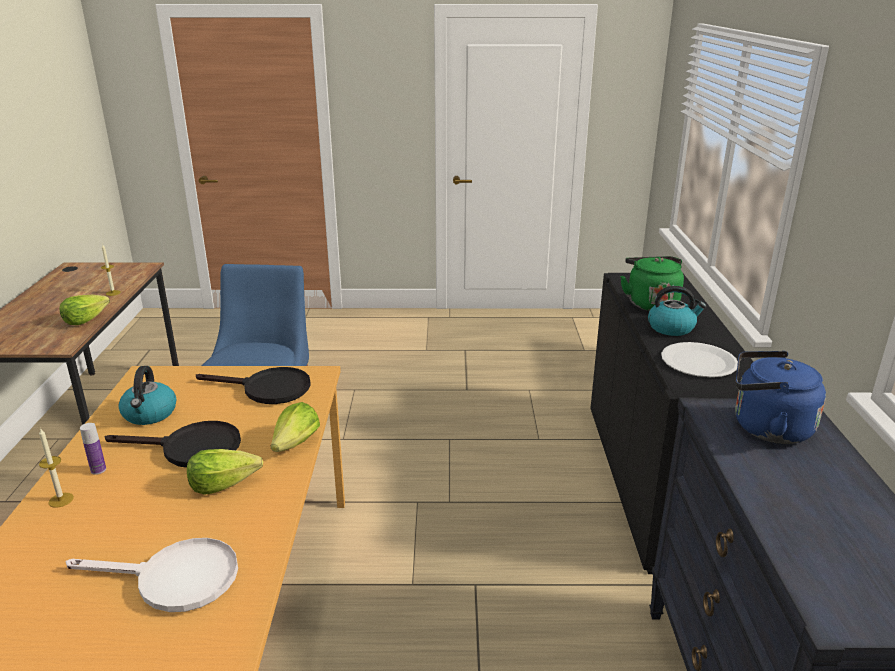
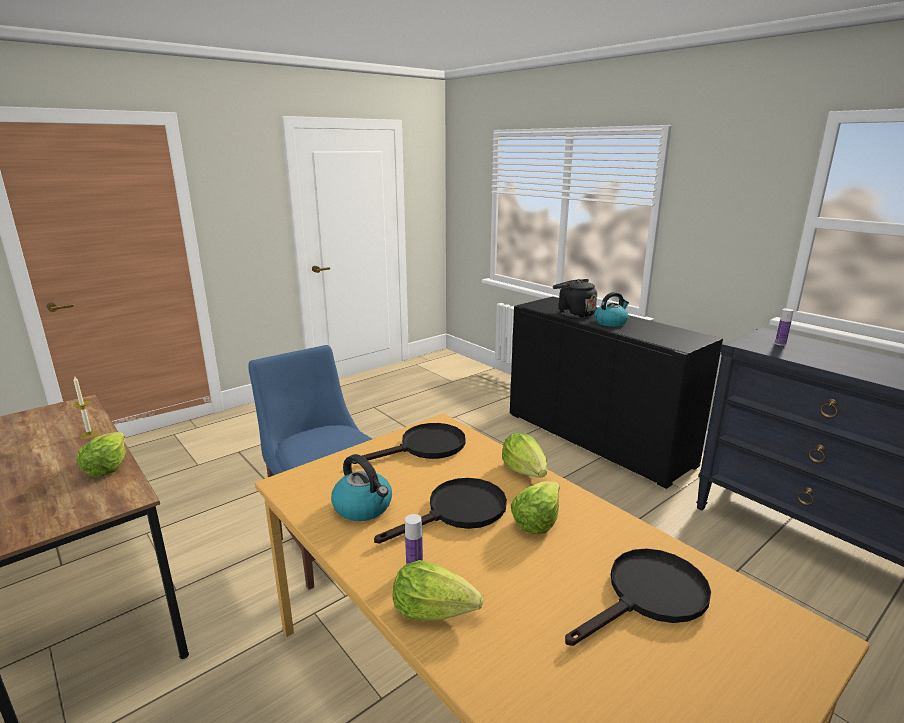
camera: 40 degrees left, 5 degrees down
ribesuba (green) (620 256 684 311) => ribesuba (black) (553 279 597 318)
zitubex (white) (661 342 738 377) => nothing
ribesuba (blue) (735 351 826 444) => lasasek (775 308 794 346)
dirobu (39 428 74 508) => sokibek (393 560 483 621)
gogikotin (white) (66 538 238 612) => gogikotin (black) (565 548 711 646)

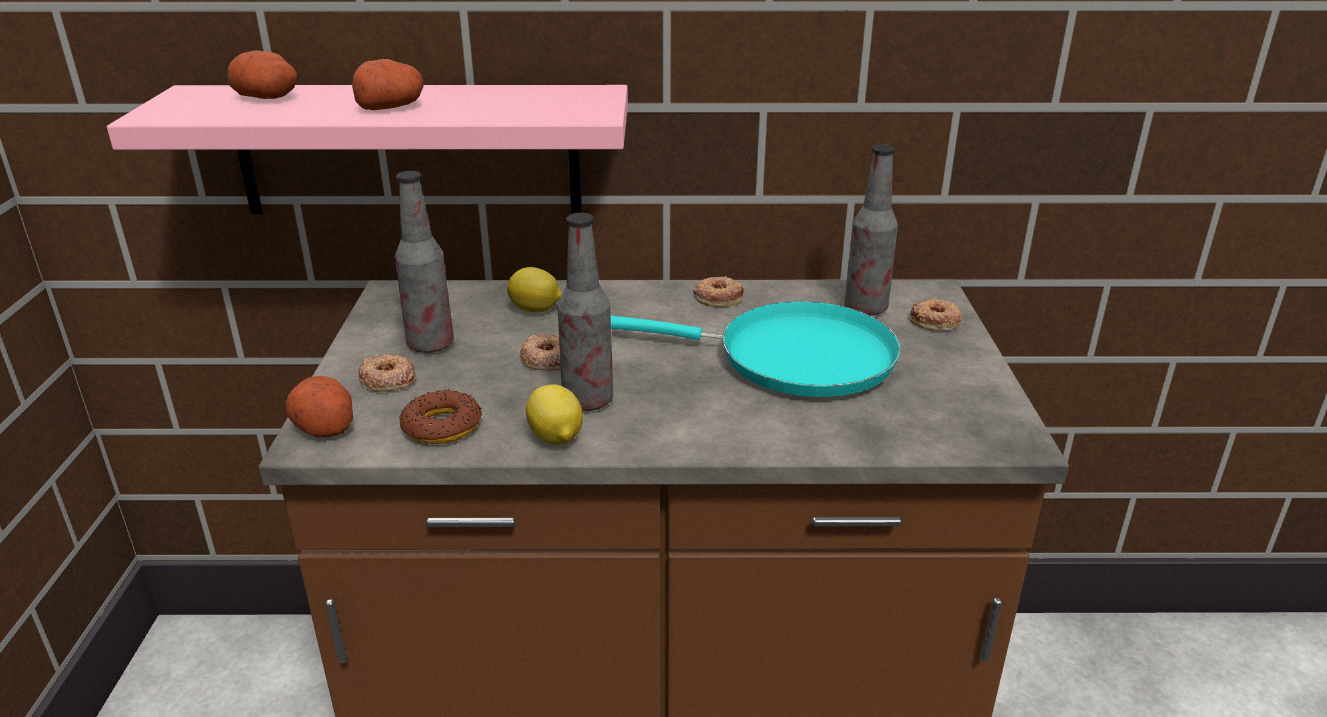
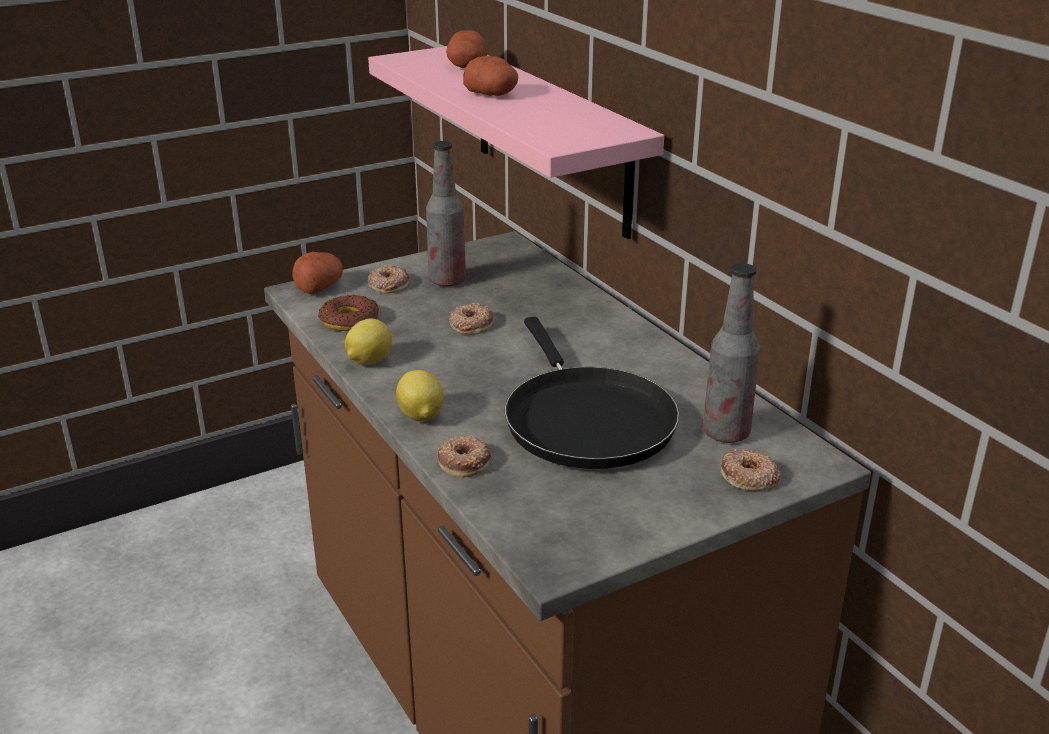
camera: 60 degrees right, 0 degrees up
lasasek (557 213 613 411) => nothing
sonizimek (507 267 562 313) => sonizimek (396 370 444 421), relocated
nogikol (693 276 744 307) => nogikol (437 436 492 478), relocated
gogikotin (turquoise) (611 301 901 397) => gogikotin (black) (505 317 679 469)

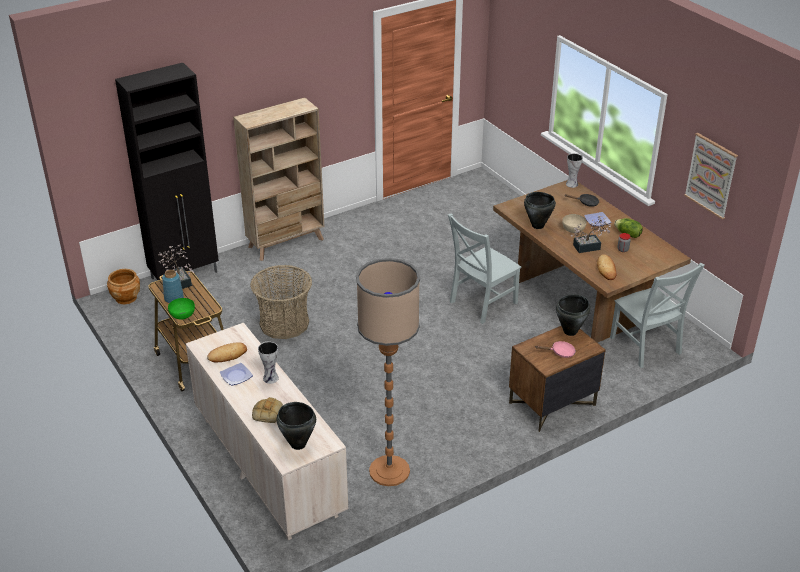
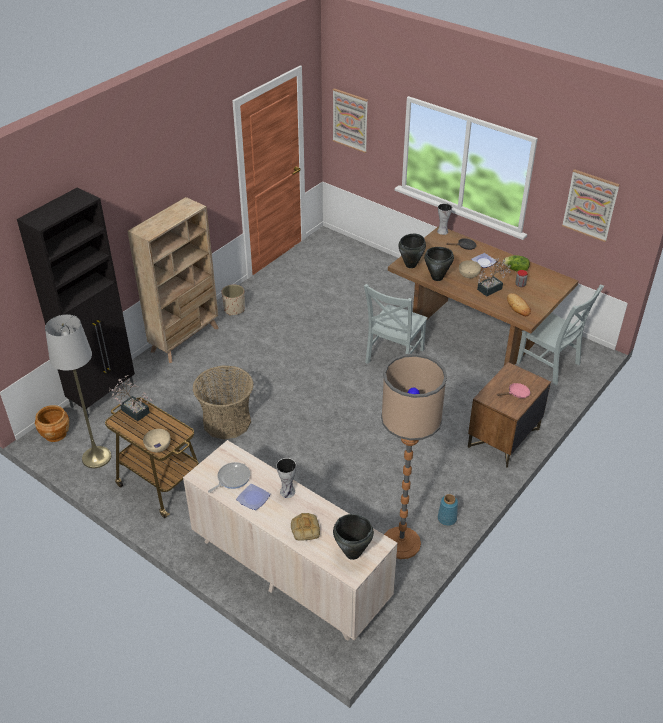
camera: 20 degrees left, 5 degrees up
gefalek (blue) (162 270 184 303) => gefalek (blue) (438 494 458 526), relocated
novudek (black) (556 294 590 336) => novudek (black) (398 234 426 268), relocated
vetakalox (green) (168 298 195 319) => vetakalox (beige) (143 429 171 452)
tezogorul (207 342 247 362) => gogikotin (208 462 250 493)
nothing => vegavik (332 88 368 153)
nothing => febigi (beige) (221 284 245 316)
nothing => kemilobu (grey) (45 314 111 468)

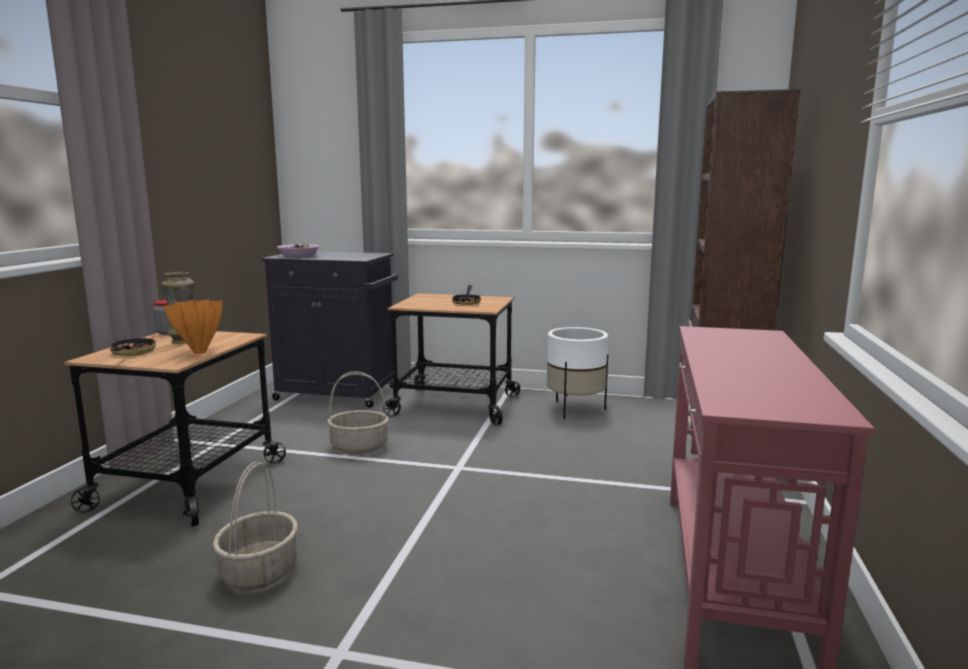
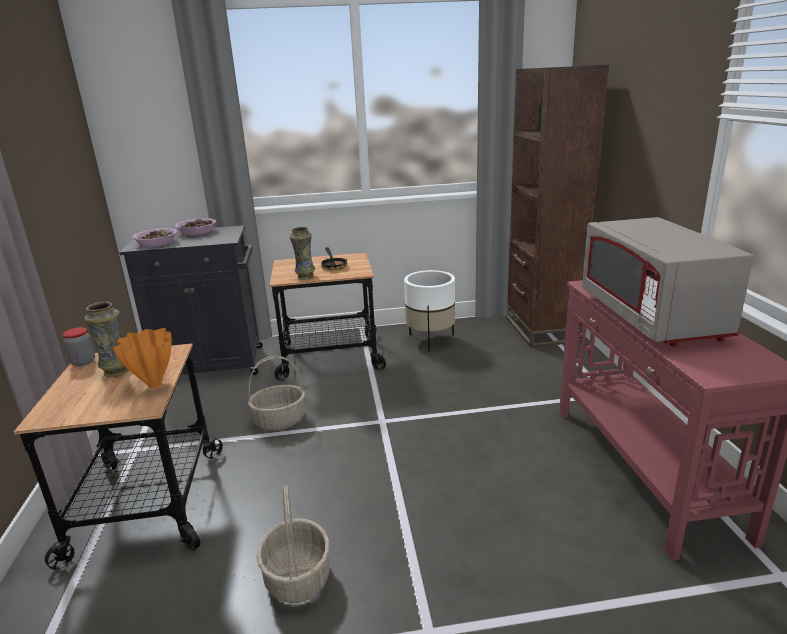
camera: 20 degrees left, 10 degrees up
gogikotin (109 336 156 356) => nothing
nothing => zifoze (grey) (582 217 754 347)
nothing => vetakalox (175 218 216 236)
nothing => gefalek (289 227 315 280)

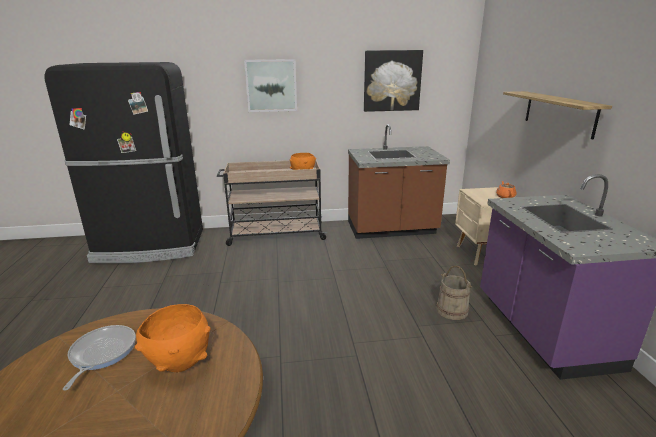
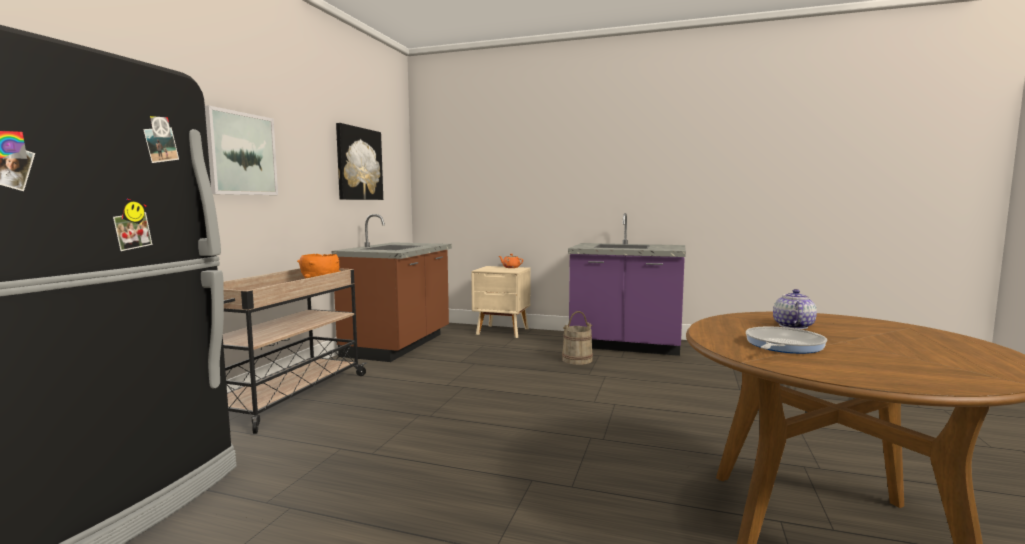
camera: 65 degrees left, 15 degrees down
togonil (503 91 612 139) => nothing
vetakalox (orange) (135 304 211 372) => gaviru (773 289 817 329)
gogikotin (63 325 136 391) => gogikotin (746 327 827 354), 105 degrees clockwise

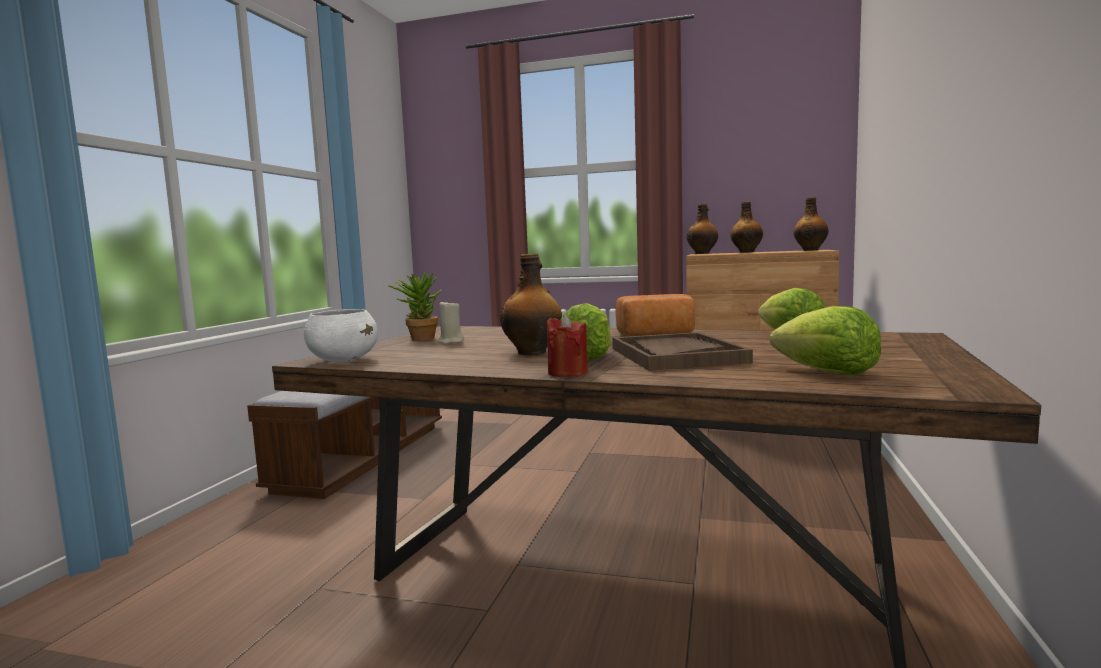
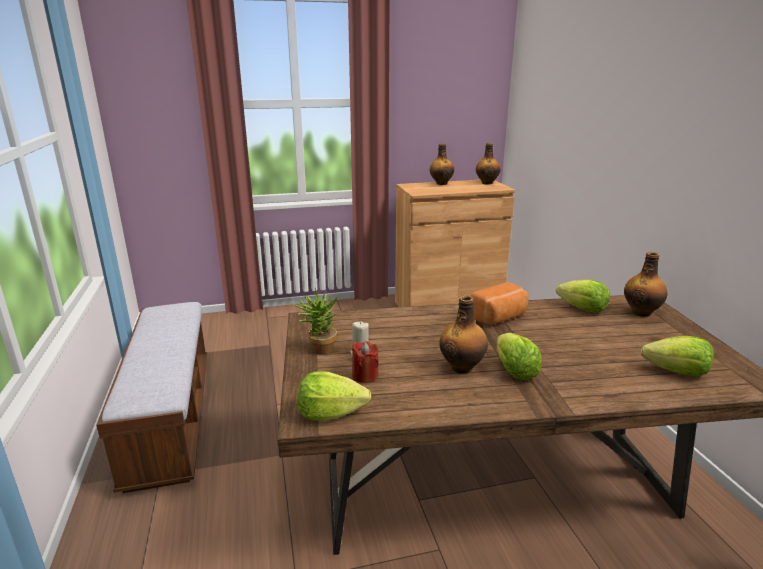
camera: 30 degrees left, 15 degrees up
lasasek (687 204 718 254) => lasasek (624 252 668 317), relocated
vetakalox (white) (304 309 378 362) => sokibek (297 371 371 420)
dirobu (red) (546 315 588 377) => dirobu (red) (352 341 379 383), relocated
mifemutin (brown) (612 332 753 371) => nothing

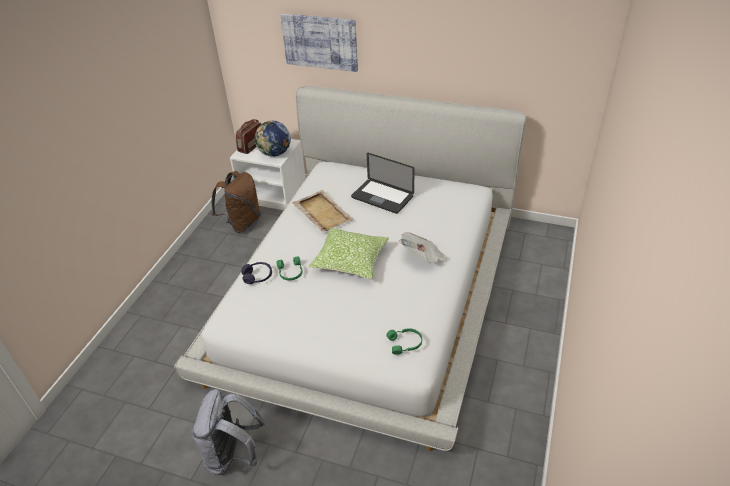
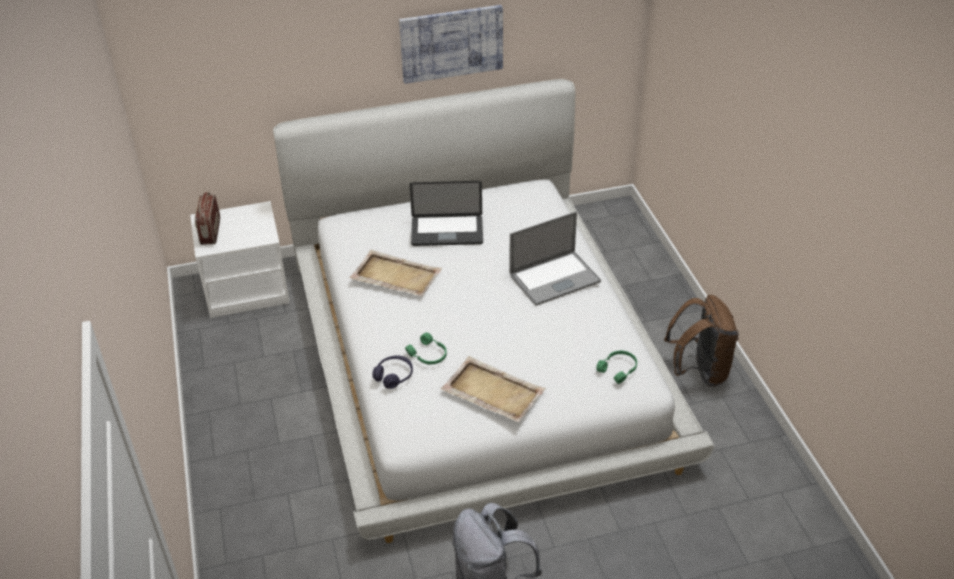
camera: 35 degrees left, 0 degrees up
vegavik (280 13 358 72) => vegavik (399 5 503 84), relocated
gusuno (255 121 291 157) => nothing
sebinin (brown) (212 171 261 233) => sebinin (brown) (664 295 739 387), relocated
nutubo (309 227 389 279) => nothing
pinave (399 232 447 263) => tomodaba (510 211 601 306)
nothing => mifemutin (beige) (441 356 546 422)

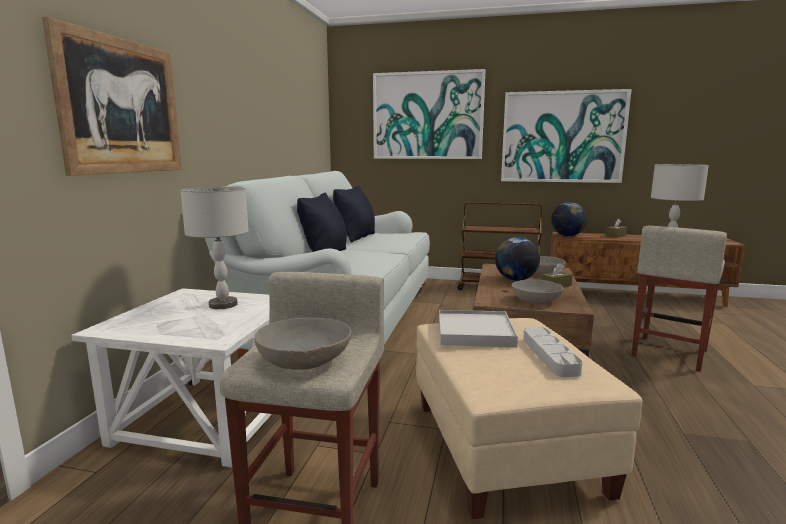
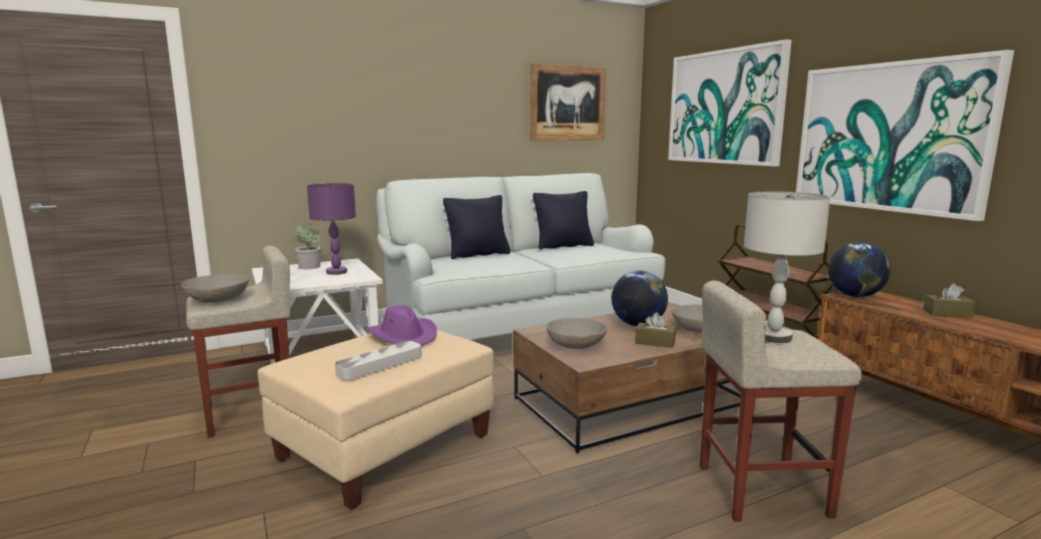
camera: 50 degrees right, 0 degrees up
vegavik (42 17 182 176) => vegavik (530 63 606 141), relocated
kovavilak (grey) (180 187 249 309) => kovavilak (purple) (307 183 356 275)
mifemutin (white) (439 310 518 347) => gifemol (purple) (366 305 437 346)
nothing => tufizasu (295 223 321 269)

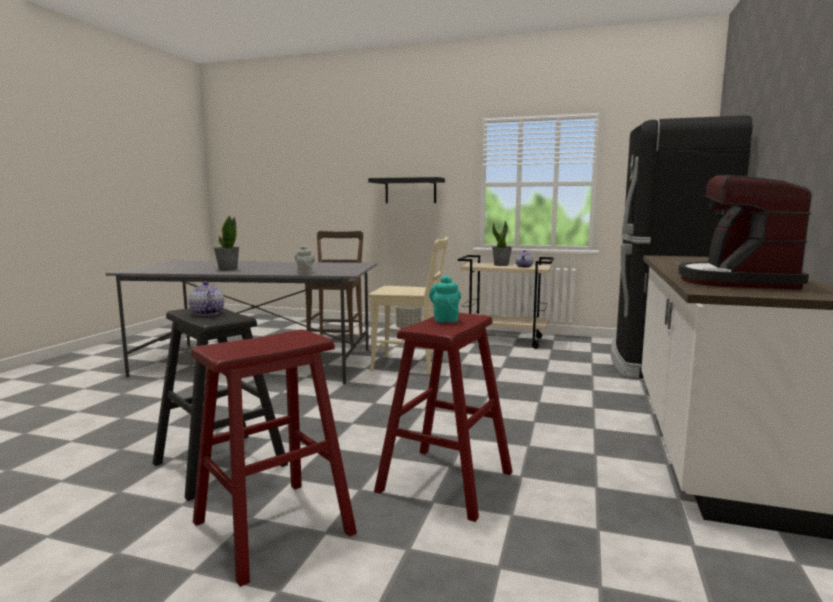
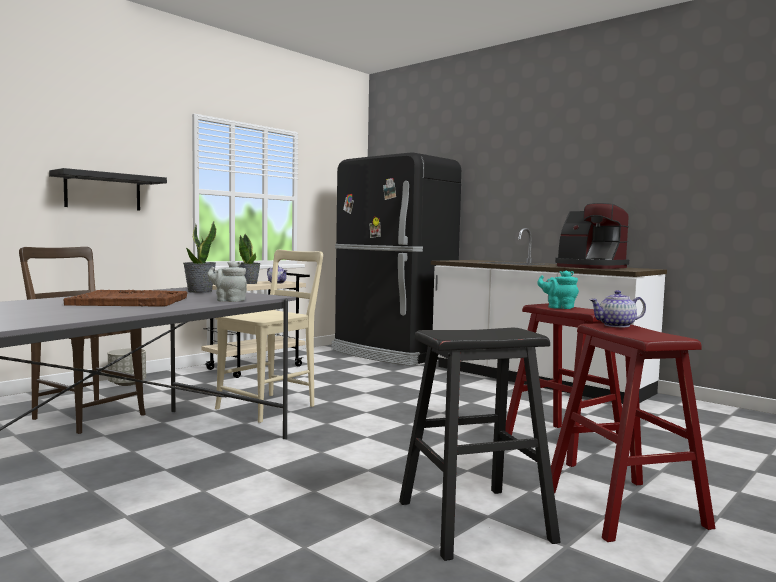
camera: 65 degrees left, 5 degrees down
tufizasu (214 215 240 271) => tufizasu (183 222 216 293), relocated
gaviru (189 281 224 316) => gaviru (589 290 646 327), relocated
nothing => mifemutin (brown) (63 290 187 306)

